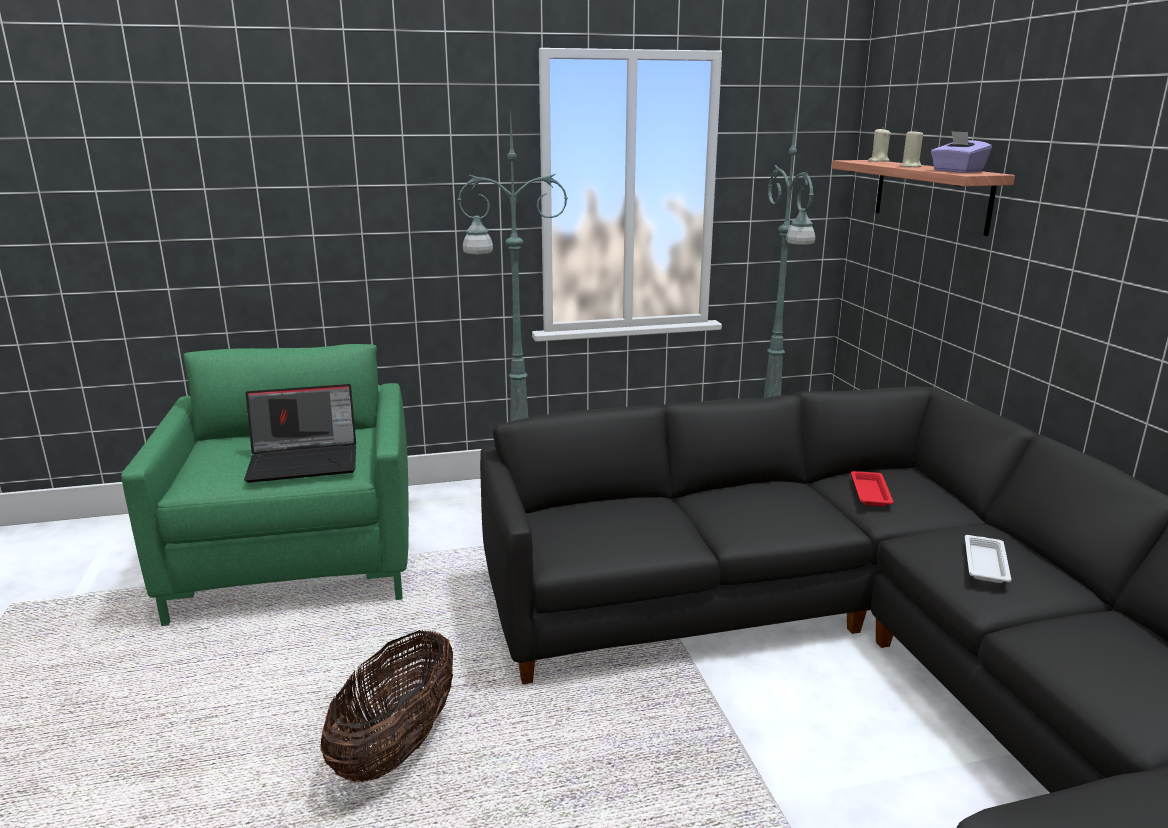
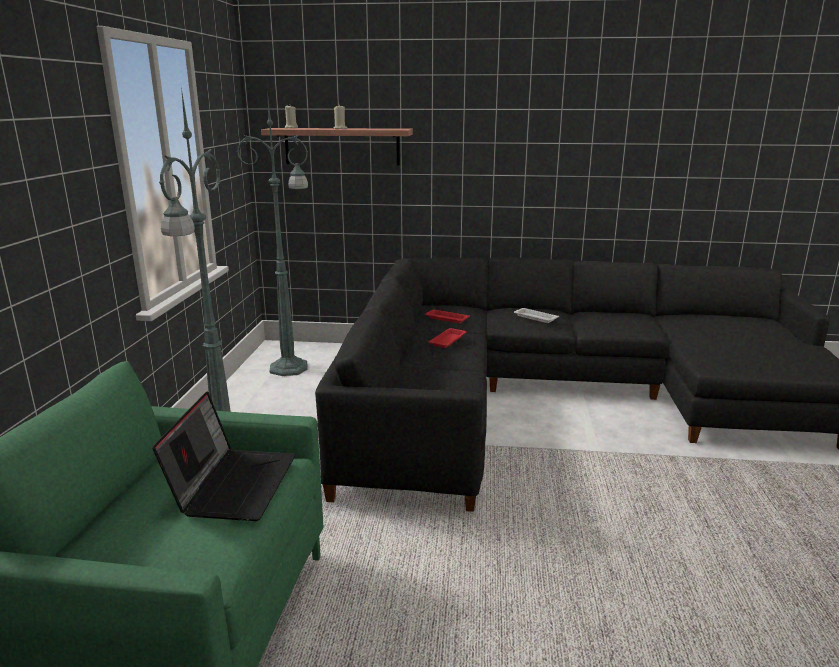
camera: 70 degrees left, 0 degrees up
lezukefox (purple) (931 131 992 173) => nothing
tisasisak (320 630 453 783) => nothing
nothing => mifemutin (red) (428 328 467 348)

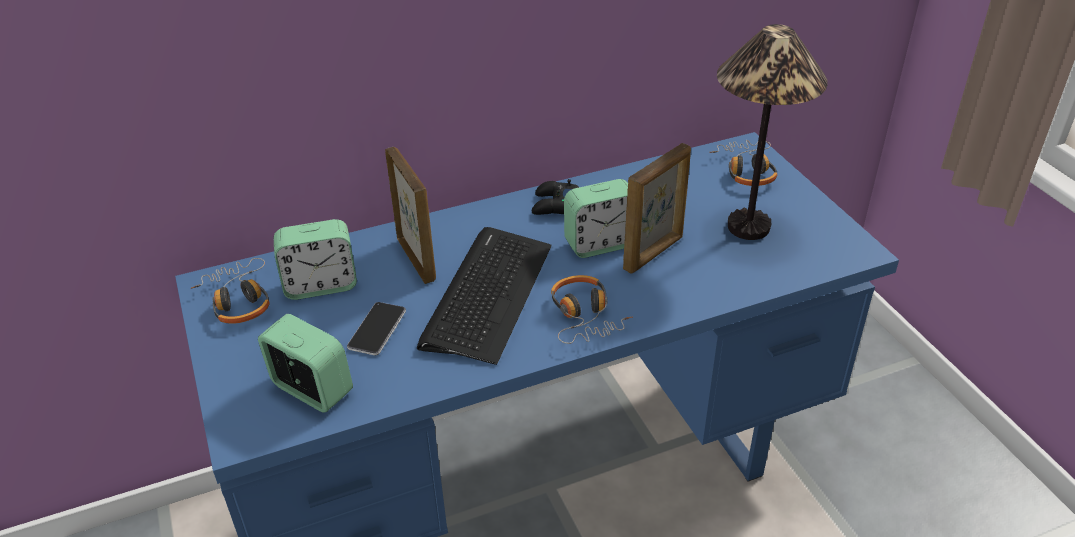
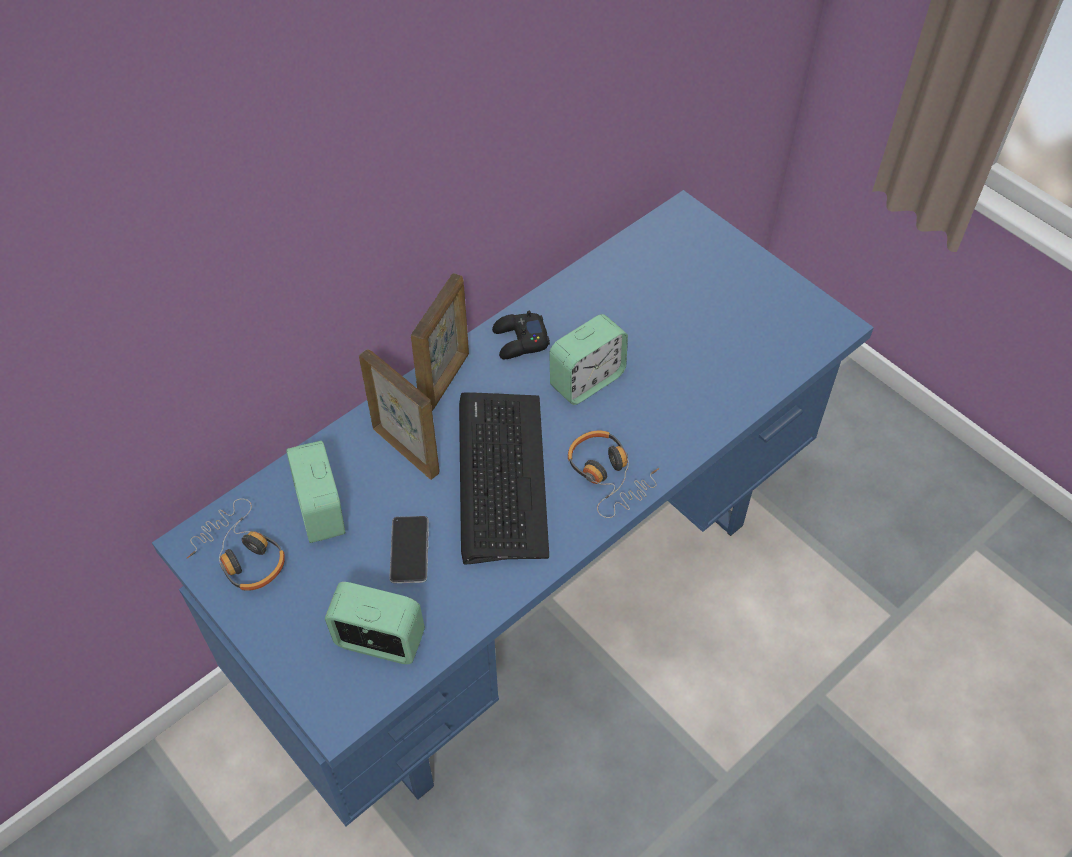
camera: 20 degrees left, 15 degrees up
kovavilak (717 24 828 240) => nothing
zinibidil (709 140 777 186) => nothing
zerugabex (623 143 691 274) => zerugabex (411 273 469 411), relocated
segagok (274 219 357 300) => segagok (286 441 345 543), 105 degrees clockwise

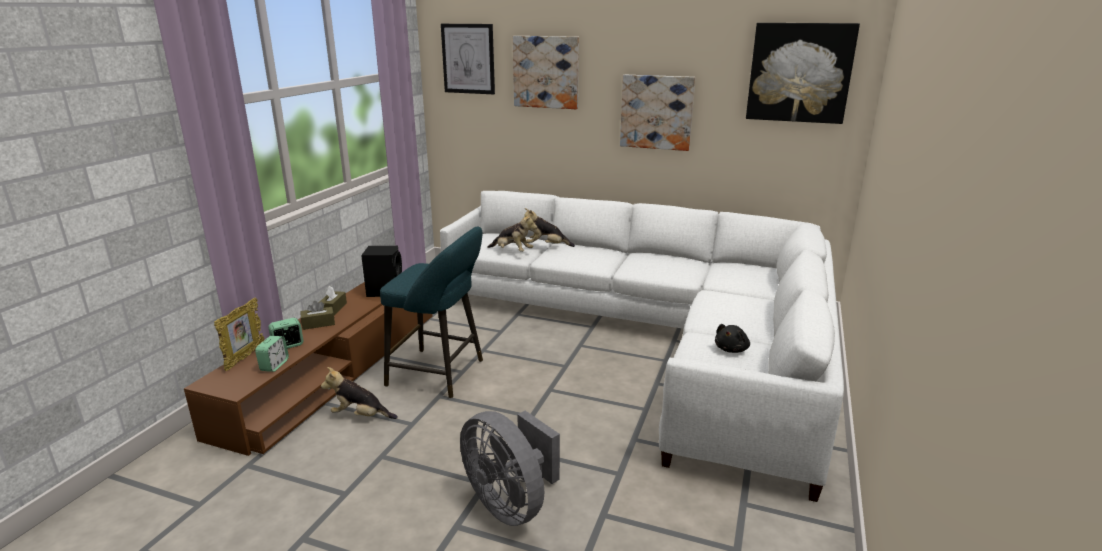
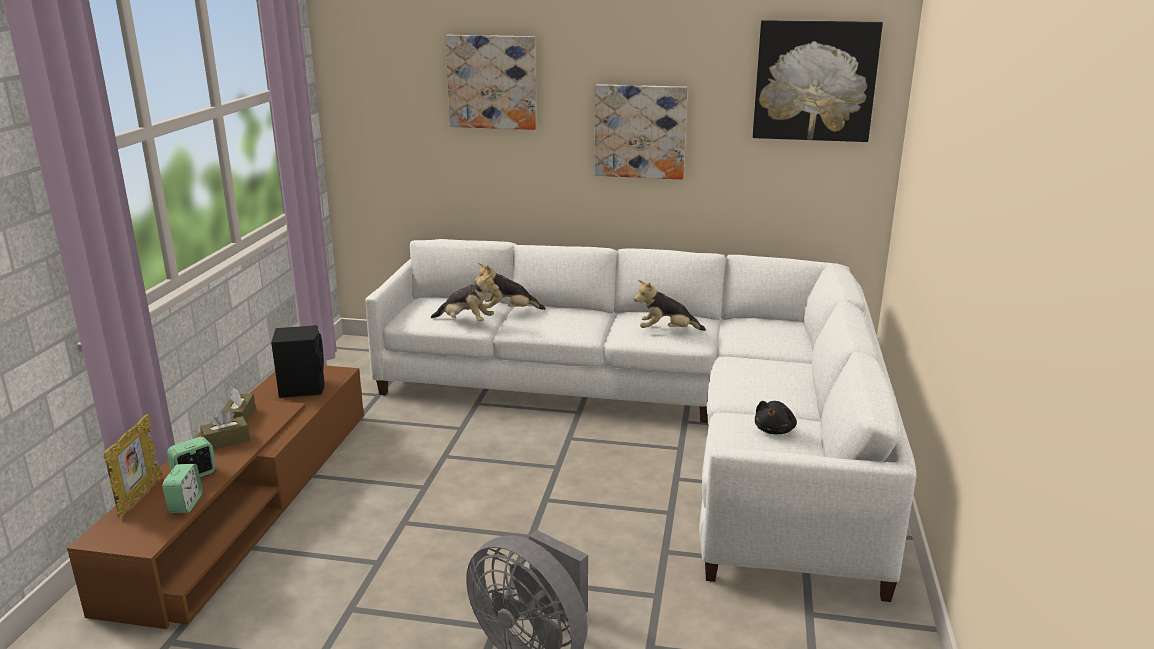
camera: 10 degrees left, 0 degrees up
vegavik (441 24 495 94) => nothing
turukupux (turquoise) (380 227 483 398) => nothing
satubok (321 367 398 419) => satubok (634 280 706 331), relocated

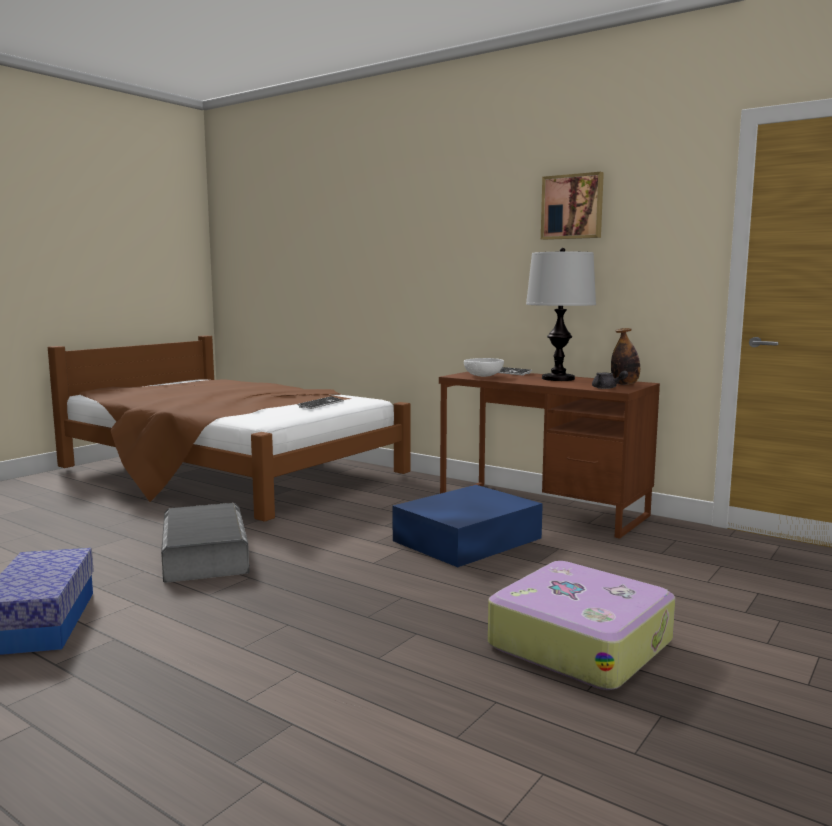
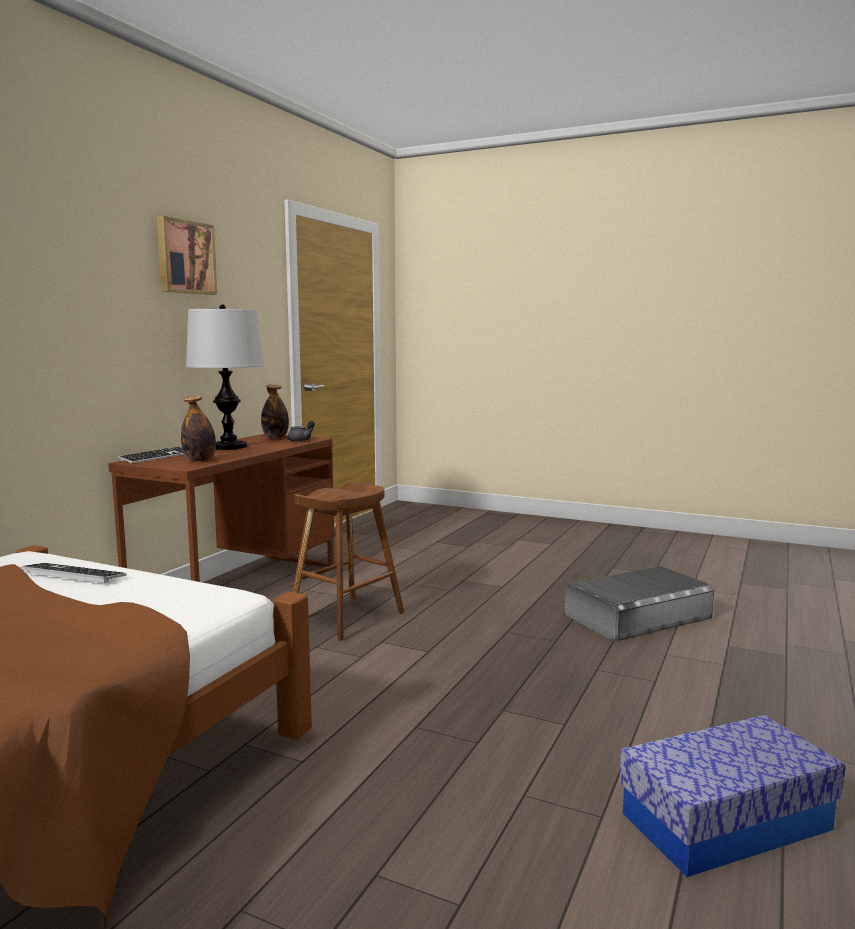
camera: 100 degrees left, 0 degrees up
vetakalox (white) (464 358 504 377) => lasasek (181 396 216 462)
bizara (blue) (392 485 543 567) => turukupux (brown) (292 482 404 640)
bizara (grey) (161 503 250 583) => bizara (grey) (565 566 714 641), relocated
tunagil (488 561 675 690) => nothing

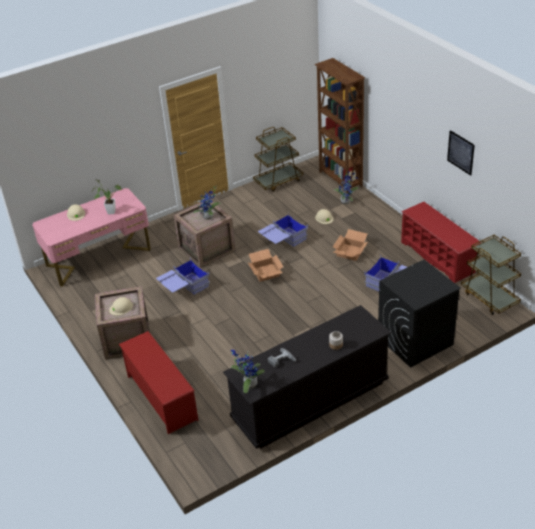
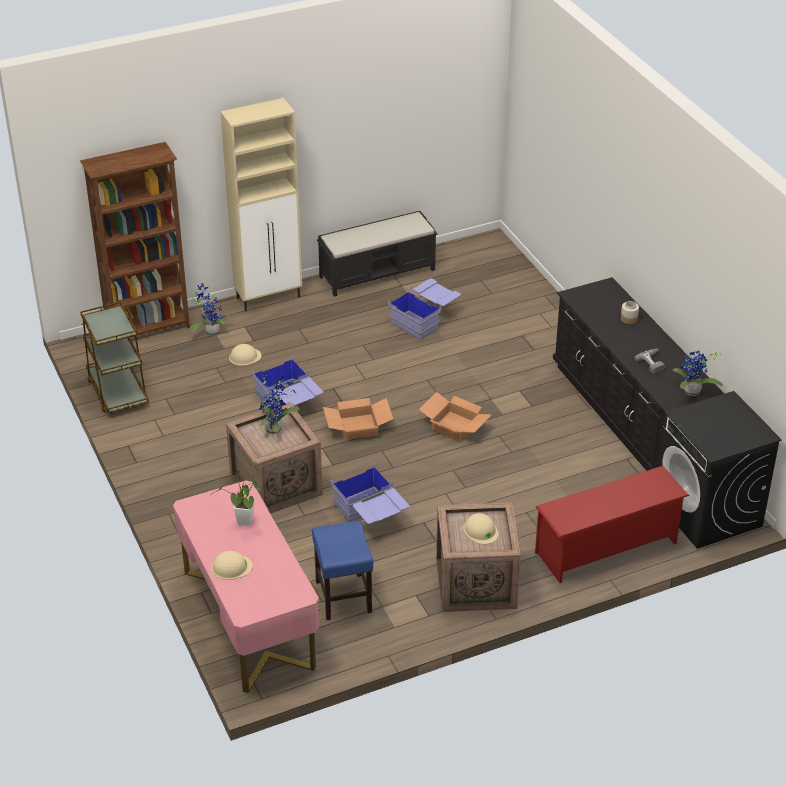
camera: 85 degrees left, 0 degrees up
vegavik (447 130 475 175) => nothing
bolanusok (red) (401 202 481 284) => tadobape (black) (317 211 437 297)
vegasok (333 229 368 261) => vegasok (419 392 492 441), relocated
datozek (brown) (461 235 521 315) => nothing
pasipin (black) (378 260 461 368) => pasipin (black) (657 391 782 549), relocated
nothing => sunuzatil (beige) (220 98 302 311)
nothing => turukupux (blue) (312 520 373 620)

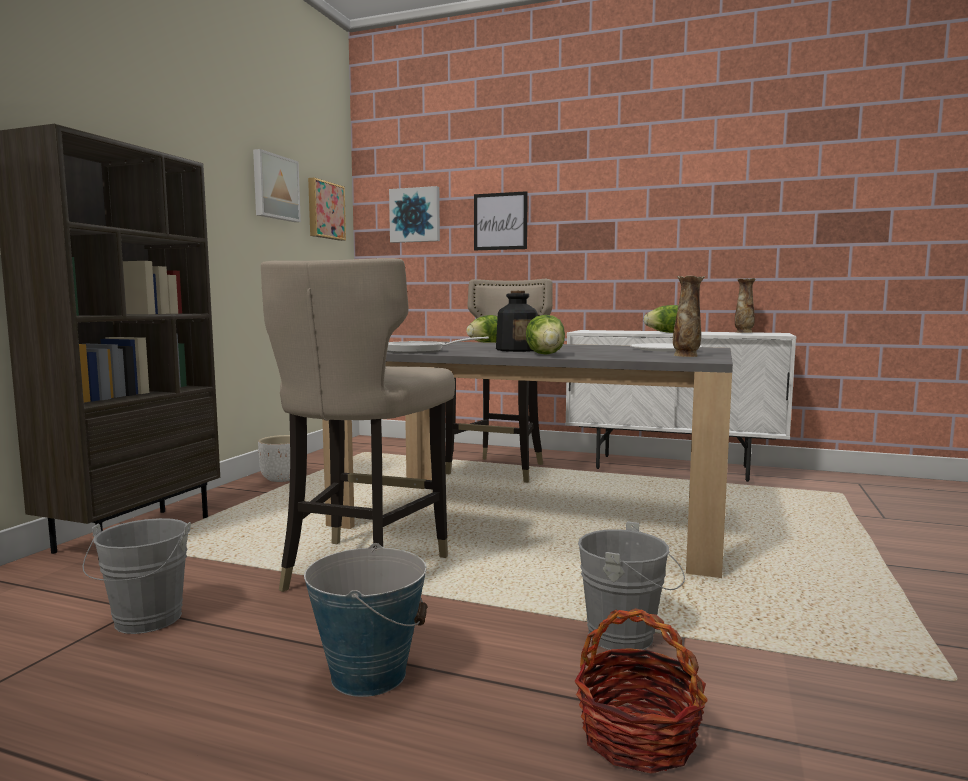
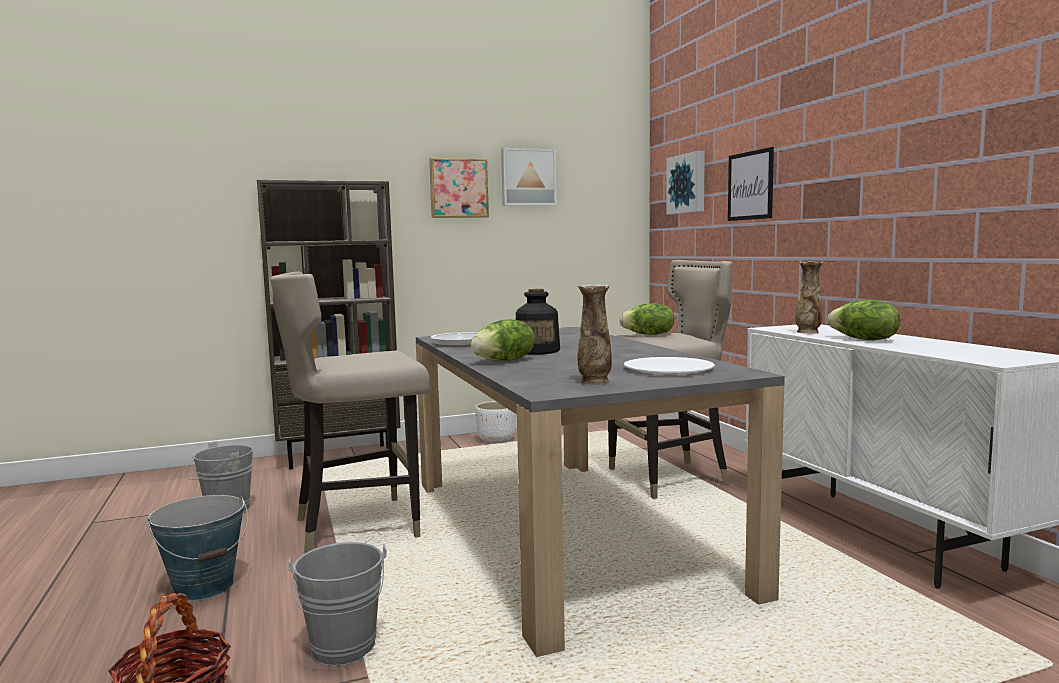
camera: 50 degrees right, 0 degrees up
vegavik (308 178 346 241) => vegavik (429 158 489 218), relocated
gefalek (735 278 755 333) => gefalek (795 261 824 334), relocated

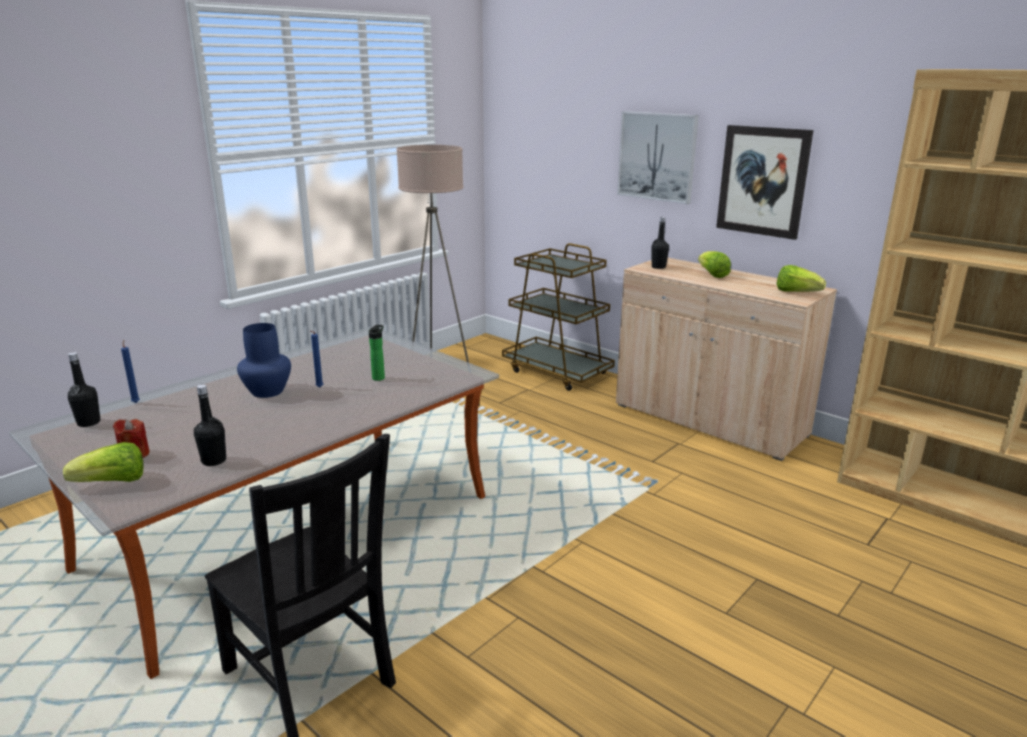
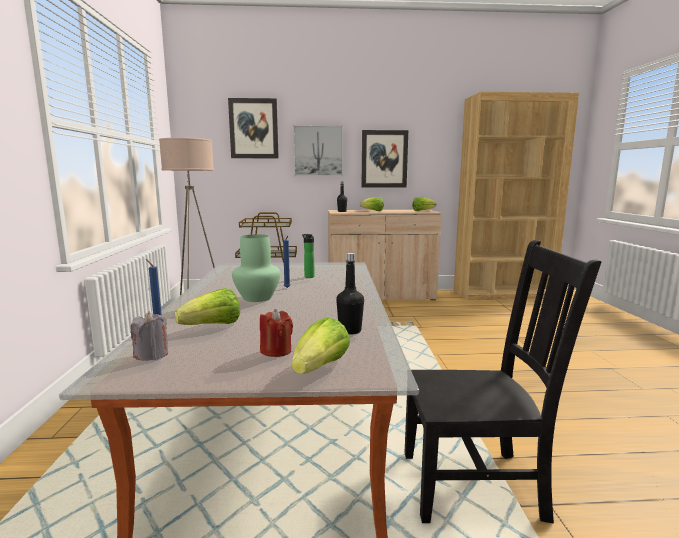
camera: 45 degrees left, 10 degrees down
gefalek (blue) (237 323 291 398) => gefalek (green) (232 234 280 302)
lasasek (black) (68 352 100 427) => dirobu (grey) (130 311 168 361)
nothing => vegavik (228 98 279 158)
nothing => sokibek (175 288 240 325)

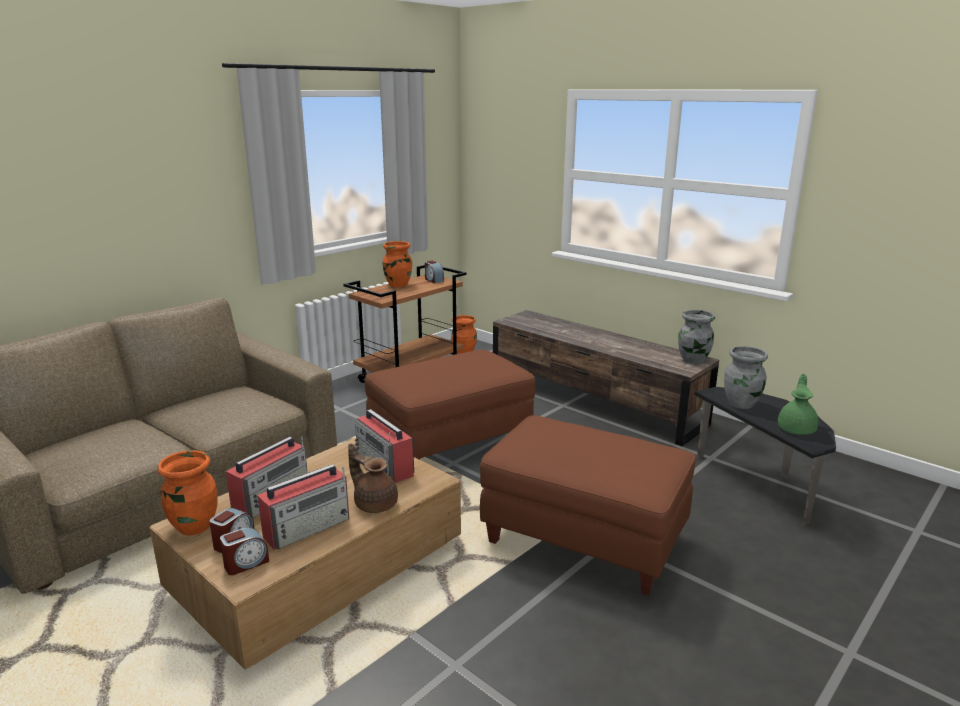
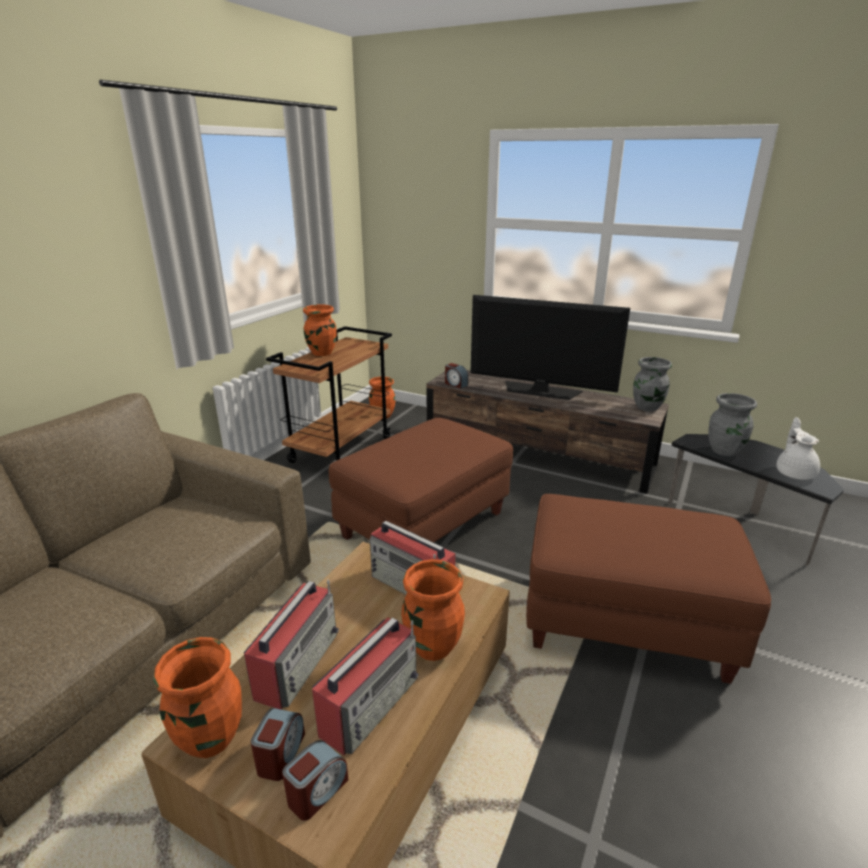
camera: 15 degrees left, 5 degrees up
segagok (425 261 444 283) => segagok (445 363 468 388), relocated
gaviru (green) (778 374 819 435) => gaviru (white) (777 417 820 480)
gaviru (brown) (348 444 398 513) => gefalek (orange) (401 559 465 661)
nothing => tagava (471 295 630 400)

